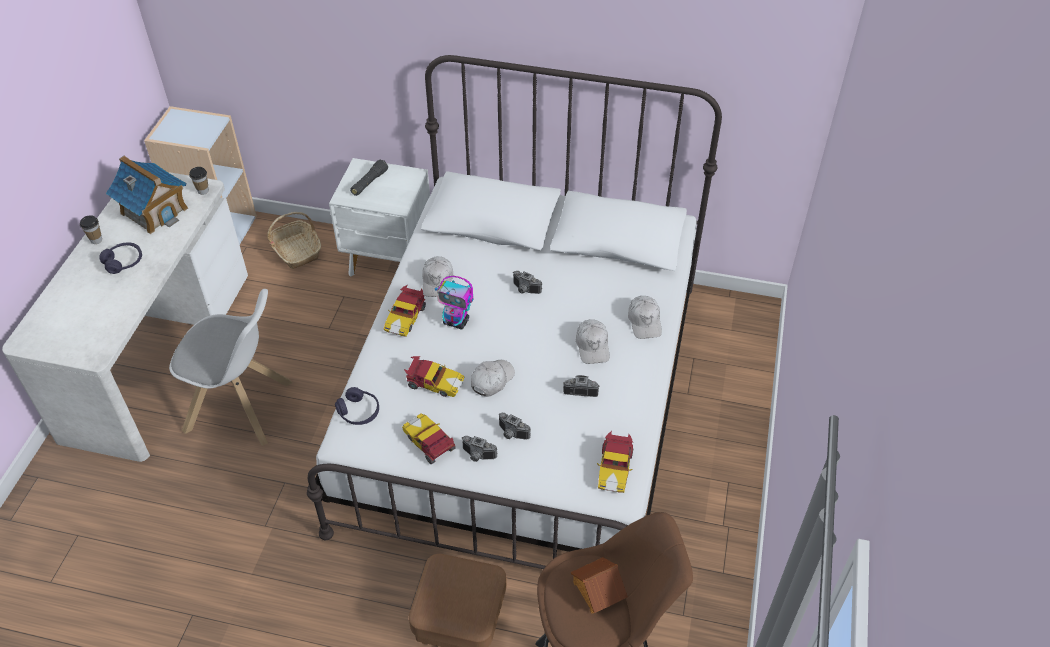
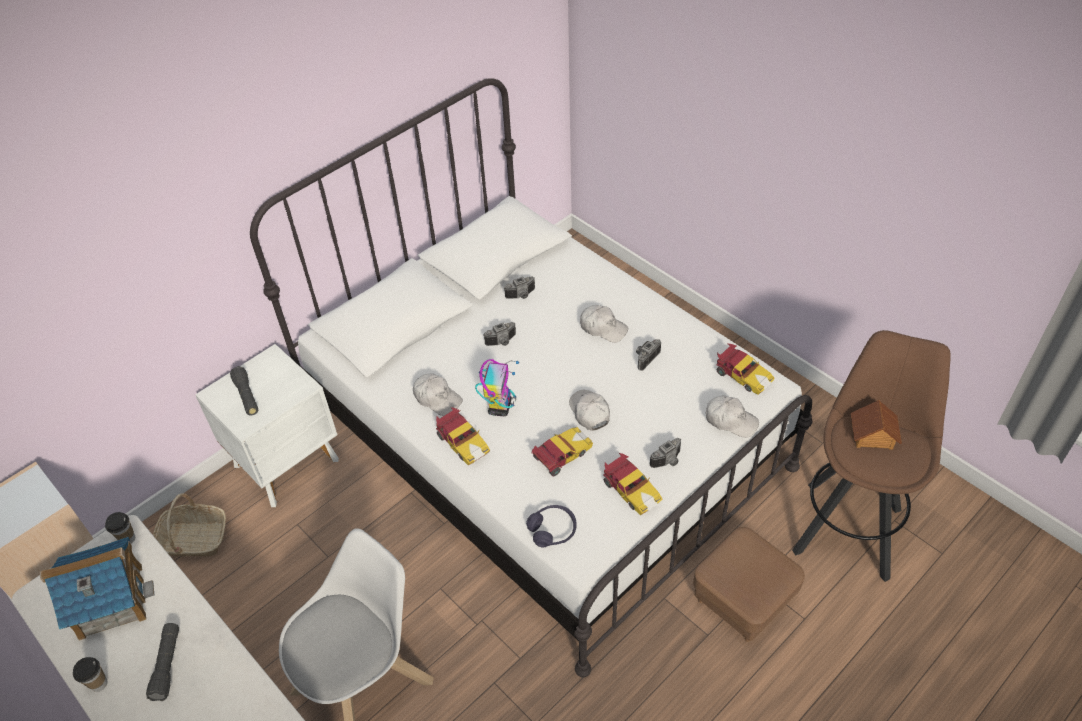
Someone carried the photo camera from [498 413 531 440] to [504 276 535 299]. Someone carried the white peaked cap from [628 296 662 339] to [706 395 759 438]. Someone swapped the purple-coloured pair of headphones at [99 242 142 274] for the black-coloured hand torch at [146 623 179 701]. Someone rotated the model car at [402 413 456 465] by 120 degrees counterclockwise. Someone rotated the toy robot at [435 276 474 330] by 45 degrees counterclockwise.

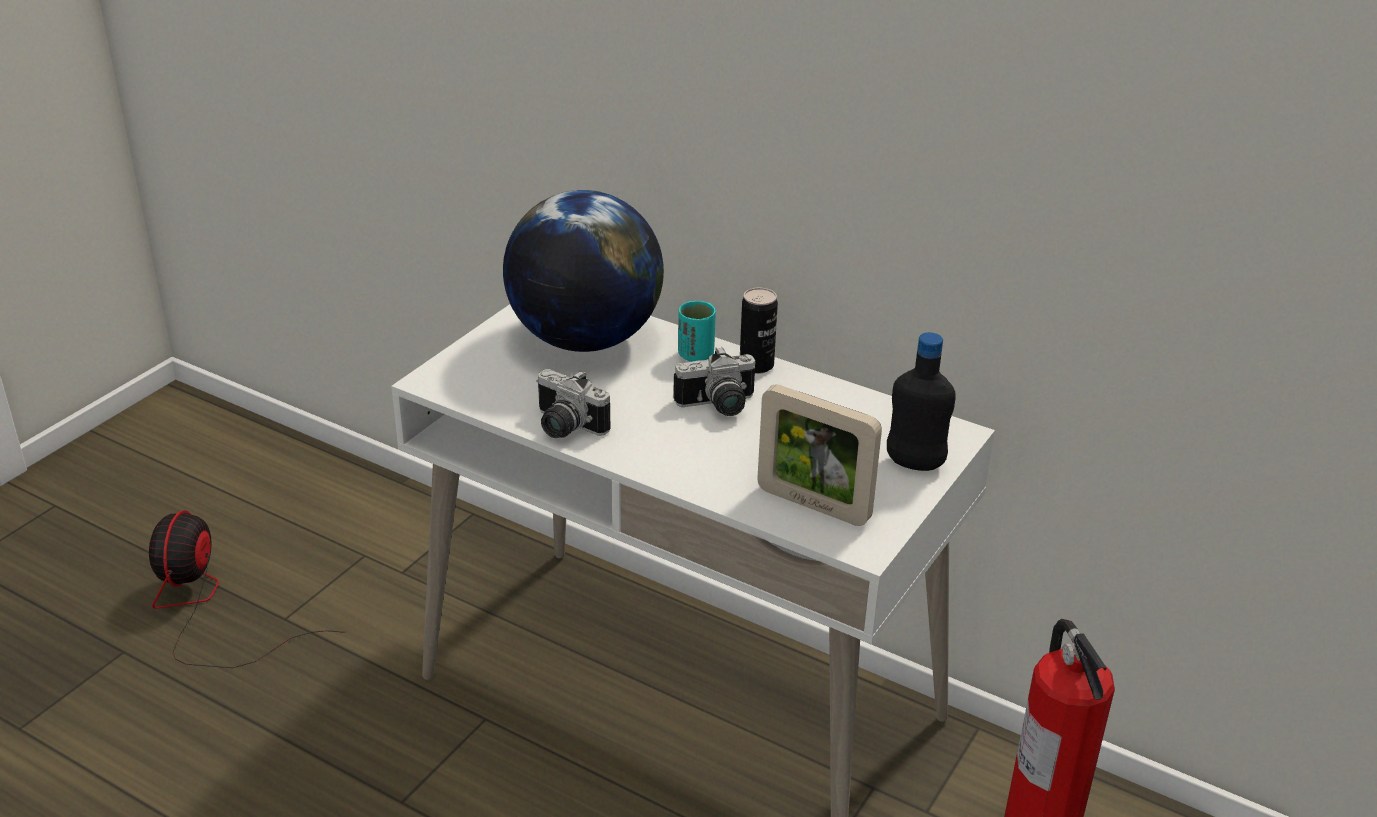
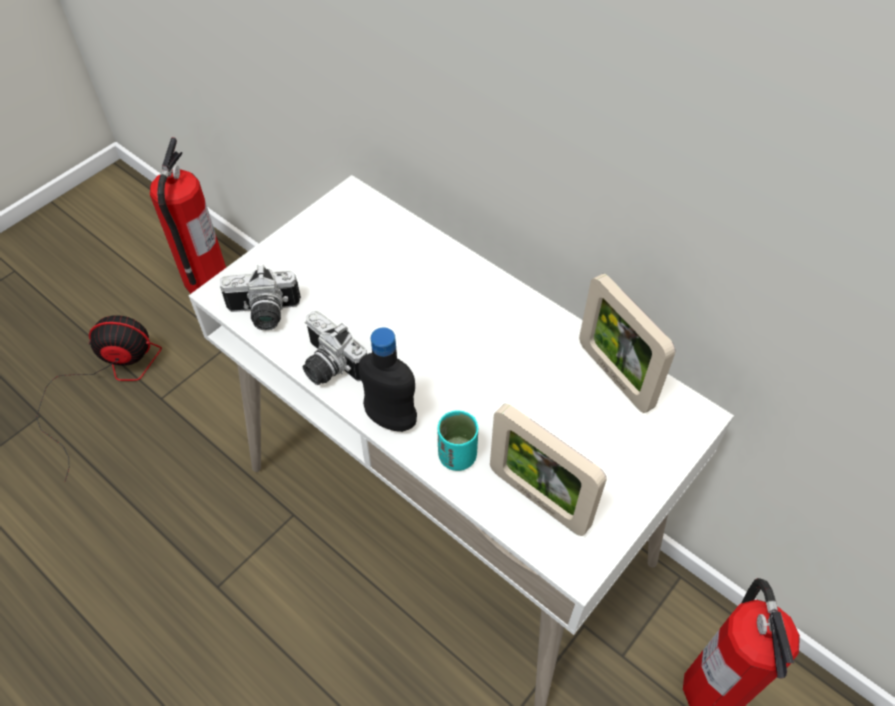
Someone took away the globe at [503 190 664 352]. Someone took away the can at [740 288 778 374]. Someone put down the fire extinguisher at [150 137 226 294]. Someone put down the photo frame at [579 274 675 413]. Someone carried the photo camera from [673 347 756 416] to [220 265 301 330]. Someone carried the turquoise cup from [678 301 716 362] to [438 410 479 471]. Someone carried the black-coloured bottle from [887 332 956 471] to [359 327 417 432]. Someone rotated the fan at [149 511 346 668] by 75 degrees clockwise.

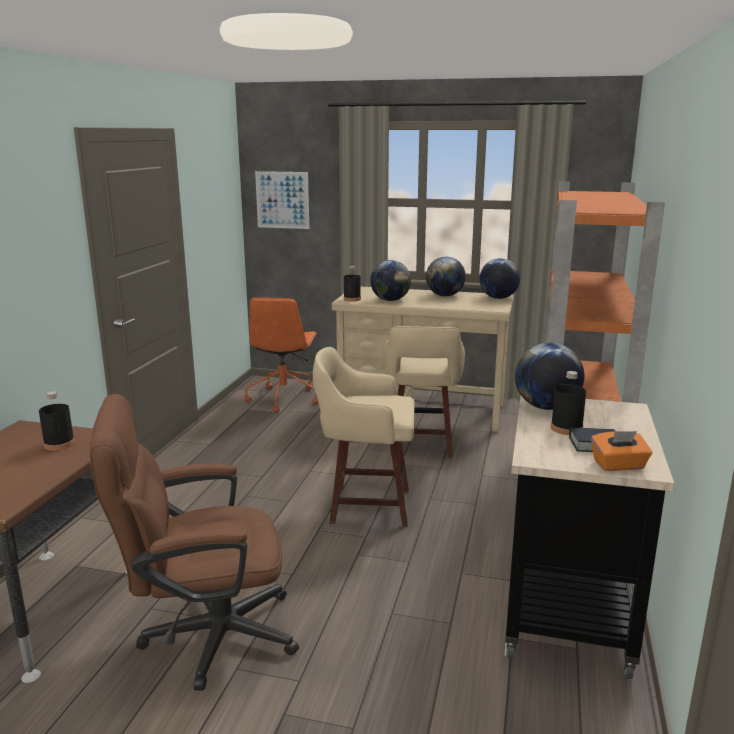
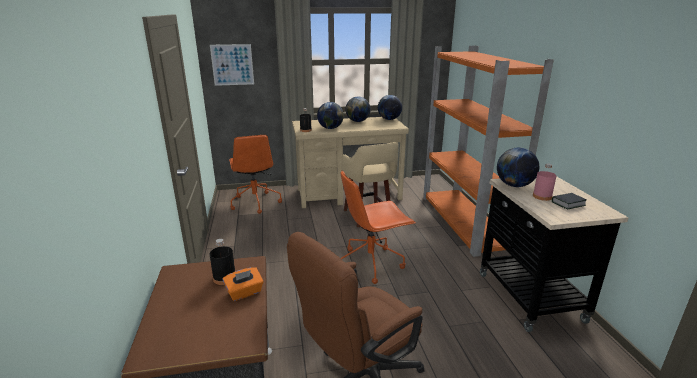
Someone carried the orangey tissue holder from [591 431 652 471] to [223 267 264 301]. Someone swapped the beige-coloured stool seat at [313 347 414 526] for the orangey office chair at [340 171 416 284]. Someone repainted the black-coloured bottle at [551 371 586 435], which became the pink-coloured bottle at [533 164 557 201].

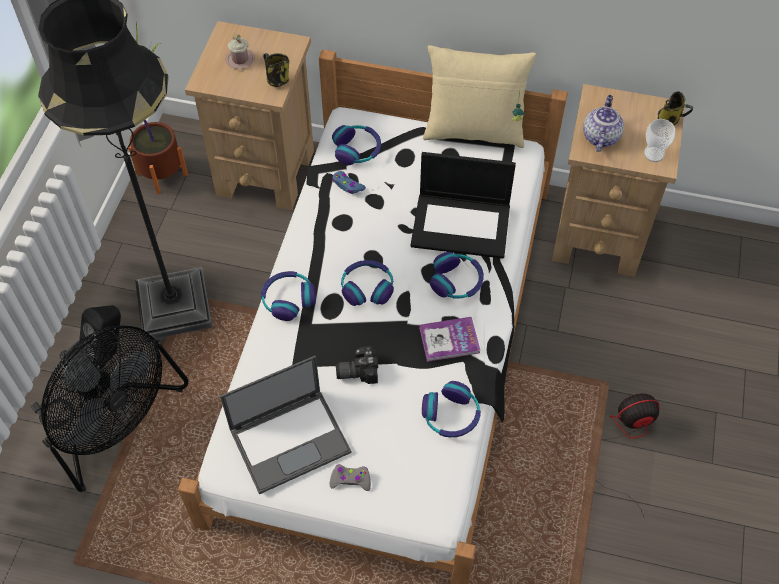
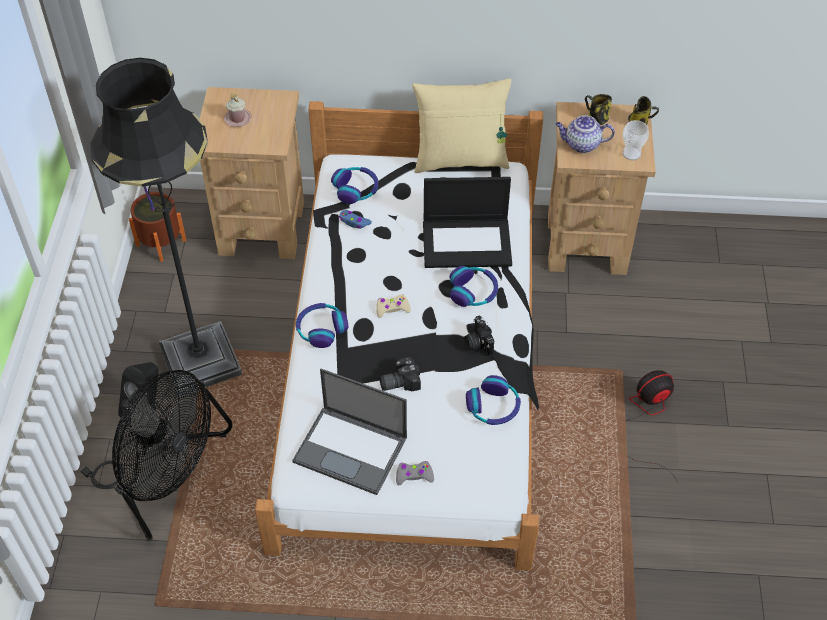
Someone carried the mug from [263 53 289 87] to [585 94 612 125]. Someone swapped the pair of headphones at [341 260 394 306] for the beige-coloured gamepad at [376 294 411 318]. Someone swapped the bound book at [419 317 480 362] for the photo camera at [464 315 494 356]. Someone rotated the laptop at [220 356 352 494] by 60 degrees clockwise. Someone rotated the pot for tea at [583 95 624 152] by 90 degrees counterclockwise.

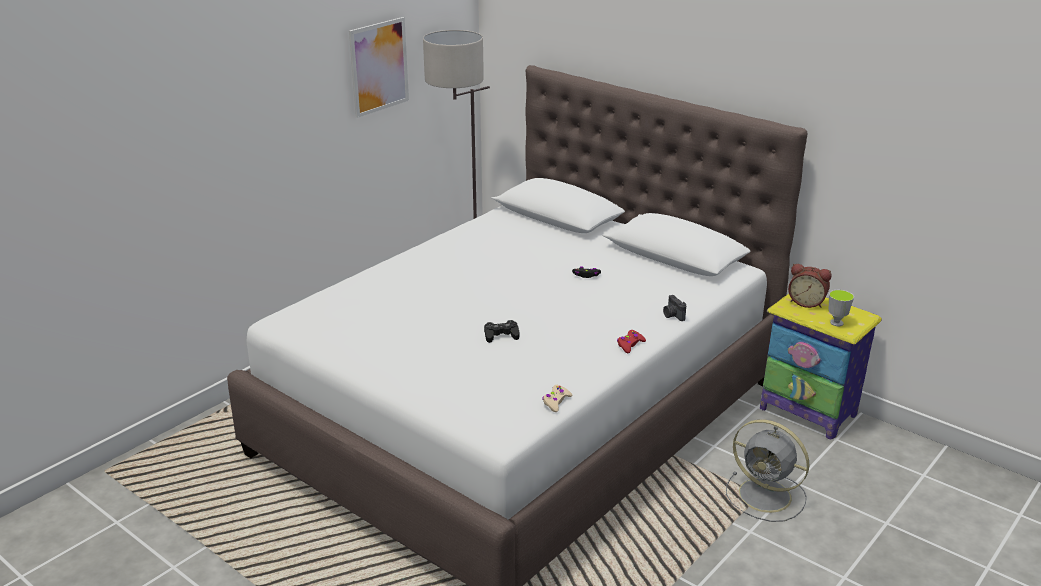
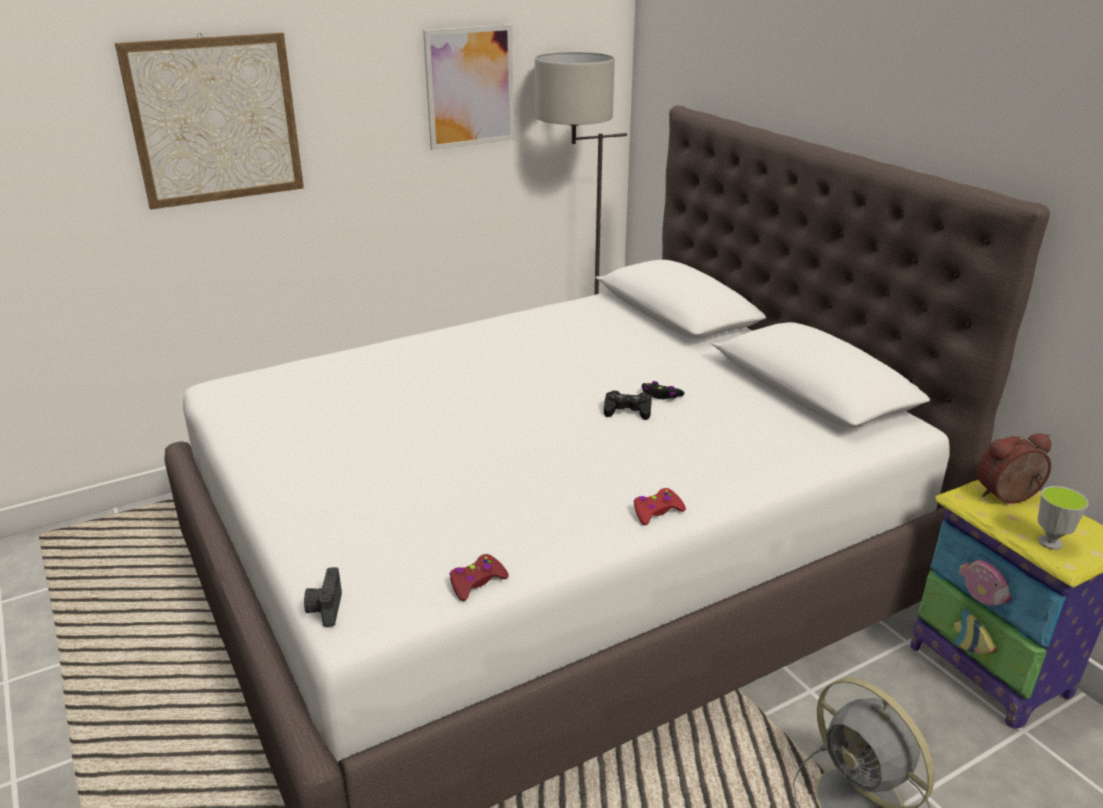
Someone put up the picture at [115 32 304 209]. Someone carried the black-coloured gamepad from [484 320 519 343] to [604 391 652 420]. Someone carried the photo camera from [663 295 686 321] to [304 567 342 627]. Someone repainted the beige-coloured gamepad at [542 385 572 412], which became the red-coloured gamepad at [449 554 509 601]. Someone rotated the alarm clock at [788 264 832 308] by 120 degrees clockwise.

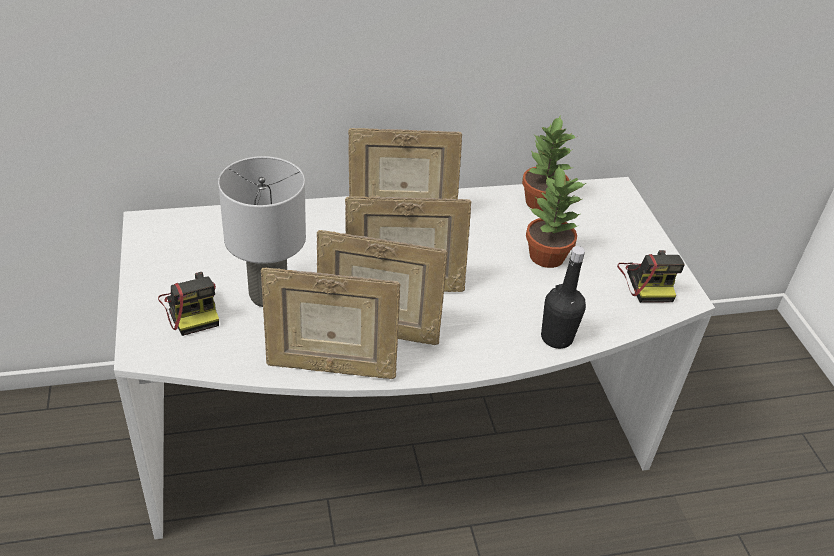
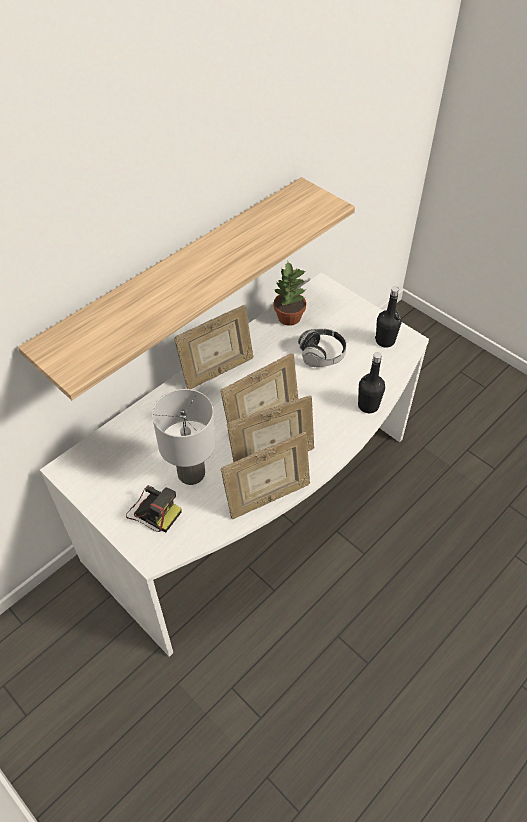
Someone put up the shelf at [18 177 355 400]. Someone swapped the houseplant at [526 166 586 268] for the pair of headphones at [298 328 347 367]. Someone swapped the photo camera at [617 250 685 303] for the black-coloured bottle at [375 287 402 347].

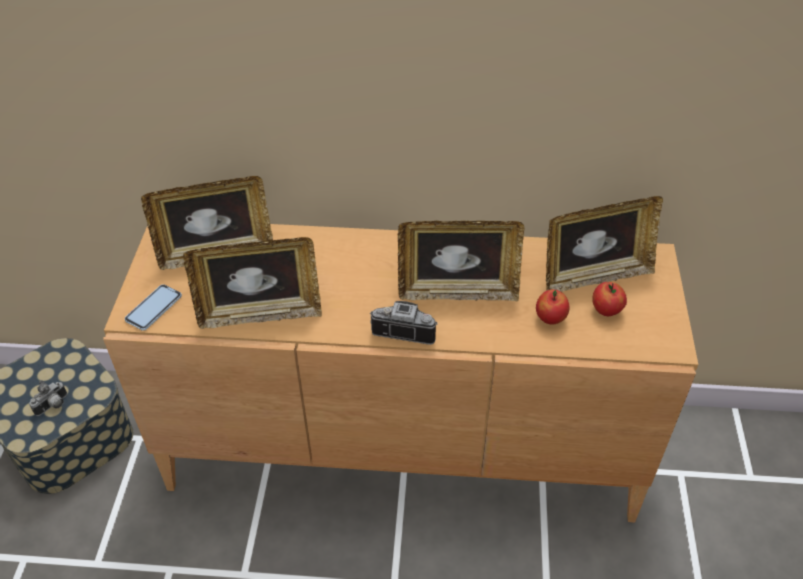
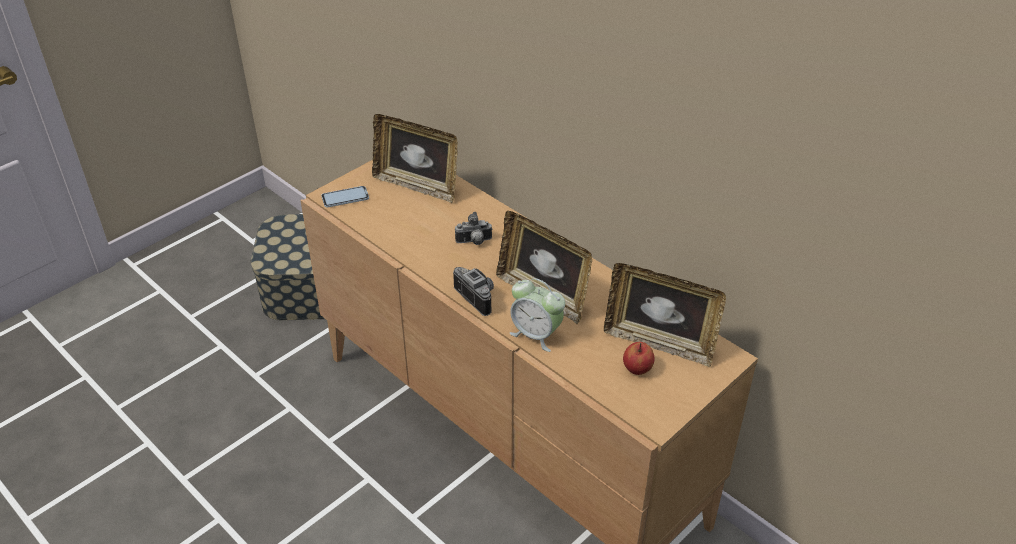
Someone took away the photo frame at [183 237 322 329]. Someone took away the apple at [536 289 569 325]. Someone put down the alarm clock at [510 278 565 352]. Someone carried the photo camera from [29 380 67 416] to [455 212 492 245].

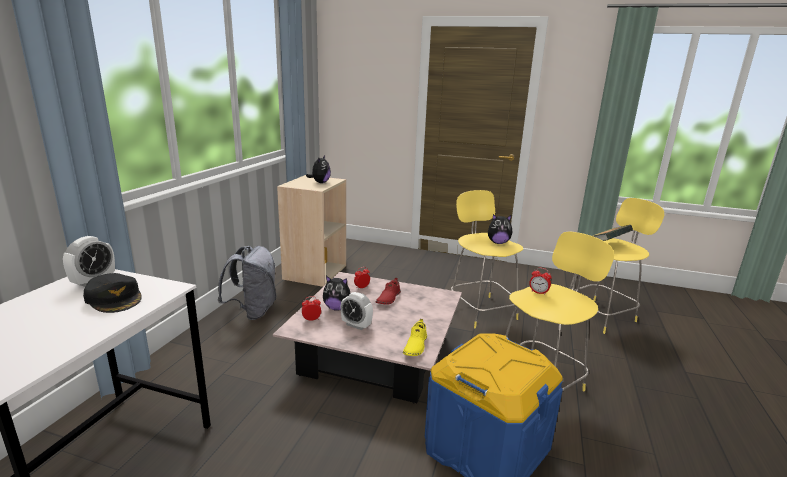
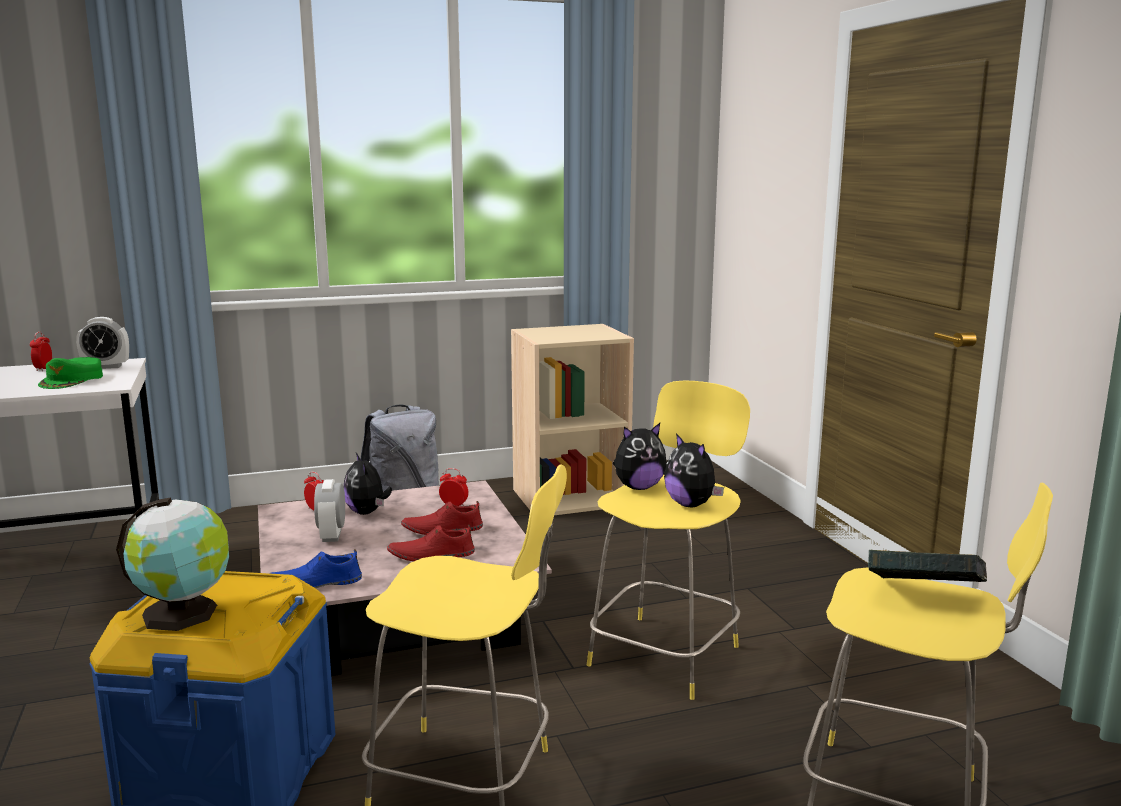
Someone put down the globe at [116 498 229 631]. Someone put down the red-coloured shoe at [387 524 475 561]. Someone carried the cuddly toy from [306 155 331 183] to [613 423 667 490]. Someone carried the alarm clock from [529 268 552 295] to [30 332 52 371]. Someone repainted the black-coloured peaked cap at [83 273 142 313], which became the green-coloured peaked cap at [38 357 103 389]. Someone repainted the yellow shoe at [403 319 427 356], which became the blue shoe at [269 549 362 588].

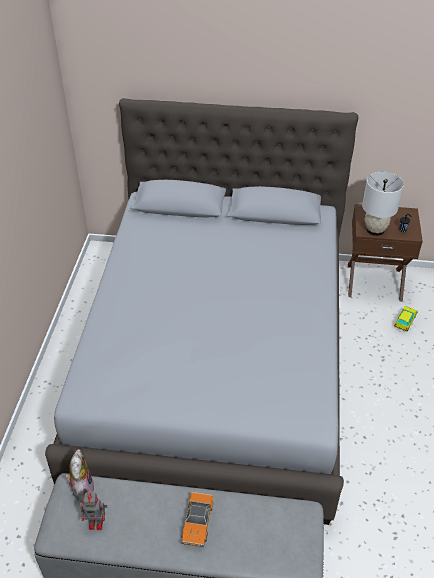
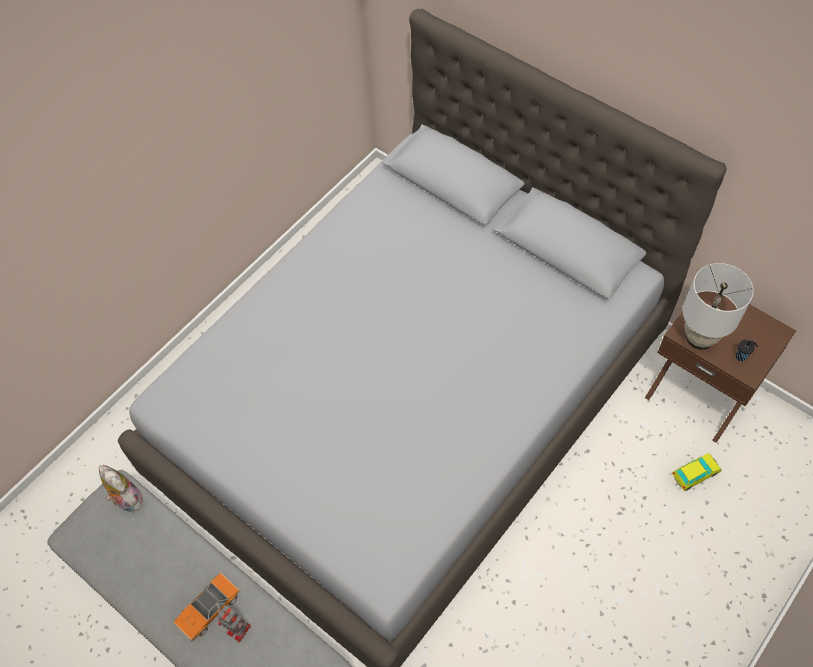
Someone carried the toy robot from [80 493 107 530] to [217 605 251 642]. Someone rotated the cuddly toy at [65 449 95 502] by 75 degrees counterclockwise.

